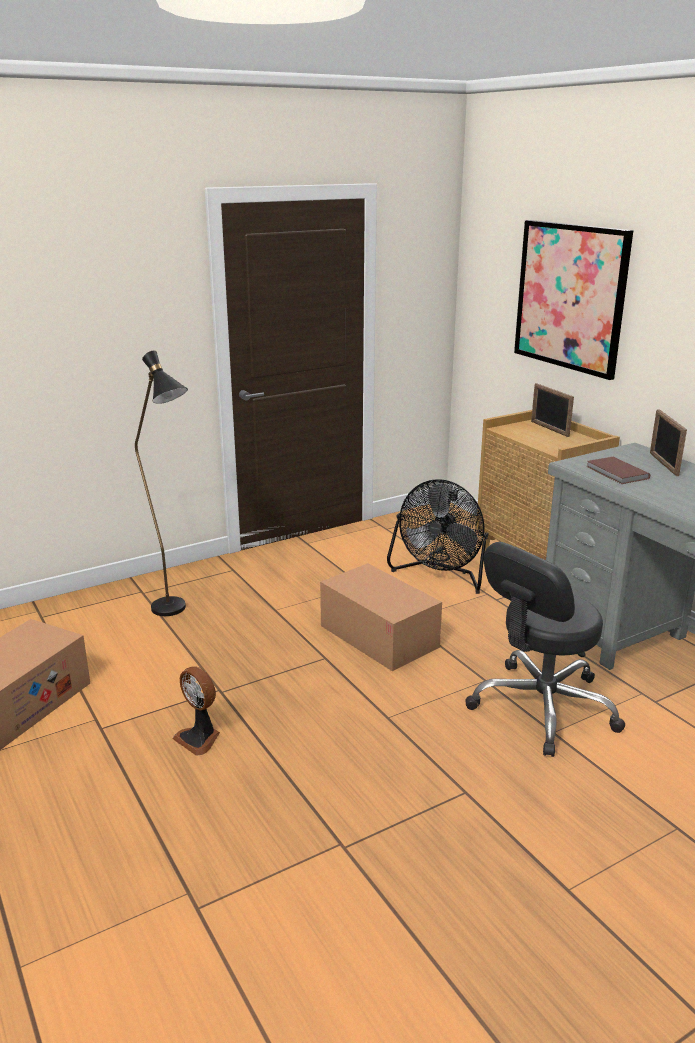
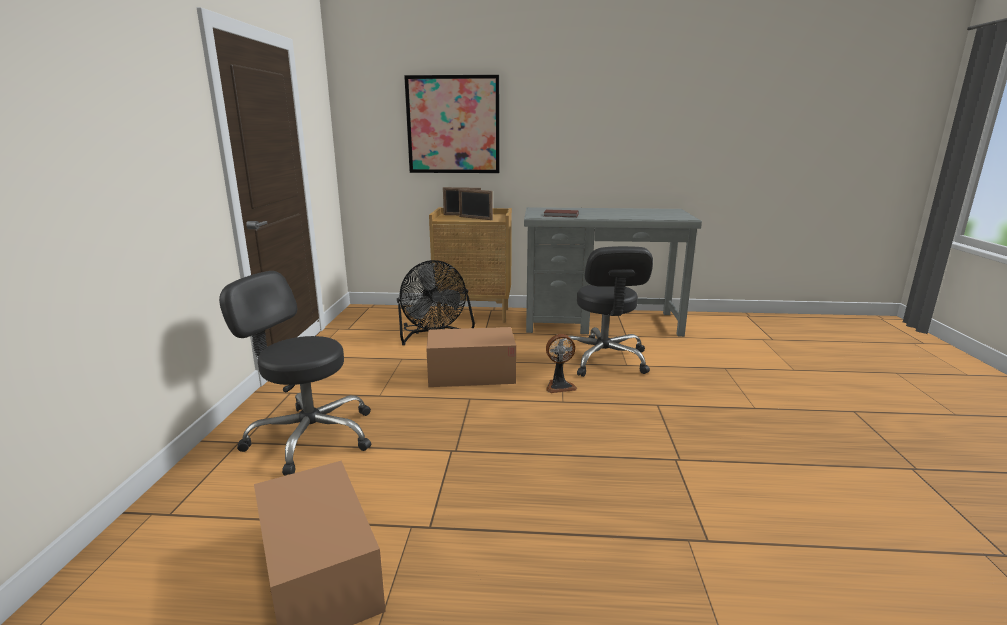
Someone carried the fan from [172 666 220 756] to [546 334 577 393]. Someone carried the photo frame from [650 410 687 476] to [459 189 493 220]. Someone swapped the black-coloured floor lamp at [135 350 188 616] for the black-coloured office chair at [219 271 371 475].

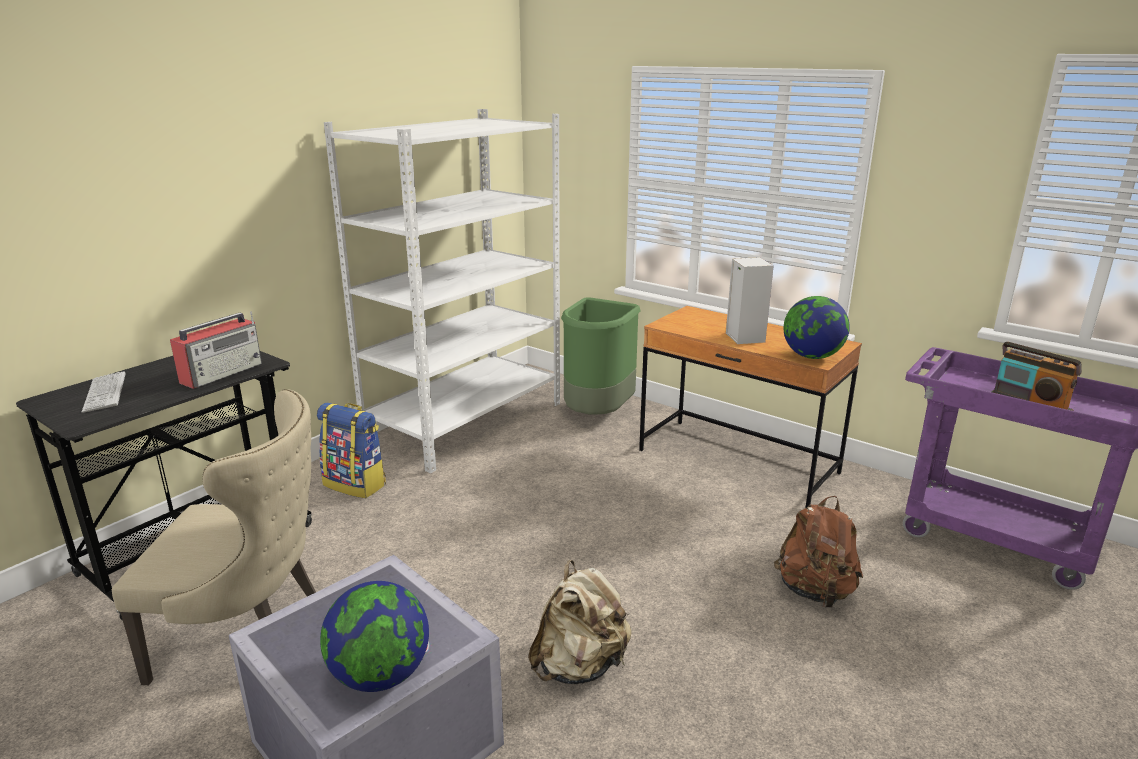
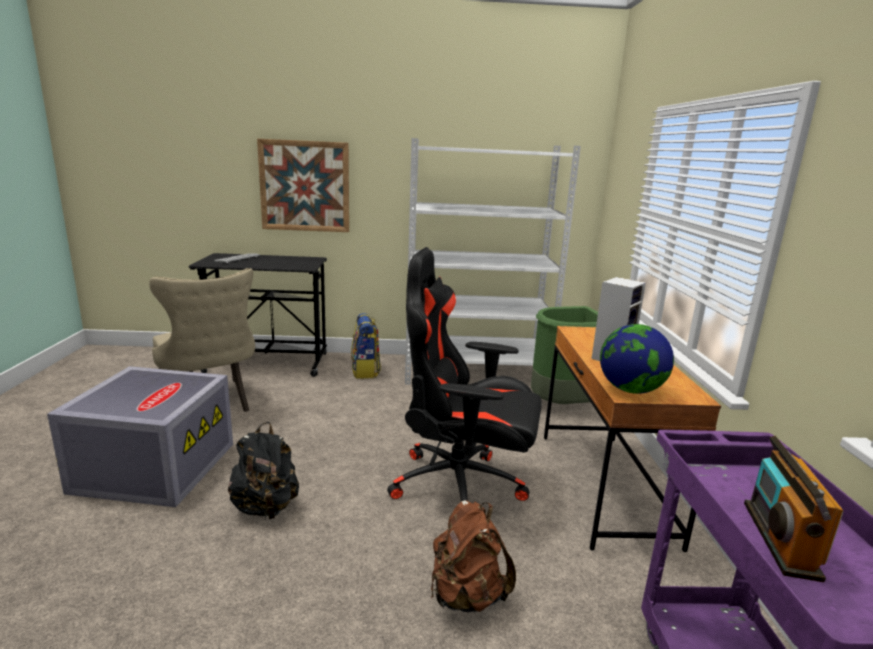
Someone took away the radio at [170 311 262 389]. Someone took away the globe at [320 581 429 692]. Someone put up the picture at [257 139 349 232]. Someone put down the black-coloured office chair at [387 247 542 501]. Someone repainted the beige-coloured backpack at [528 560 632 684], which became the black-coloured backpack at [228 422 299 519].

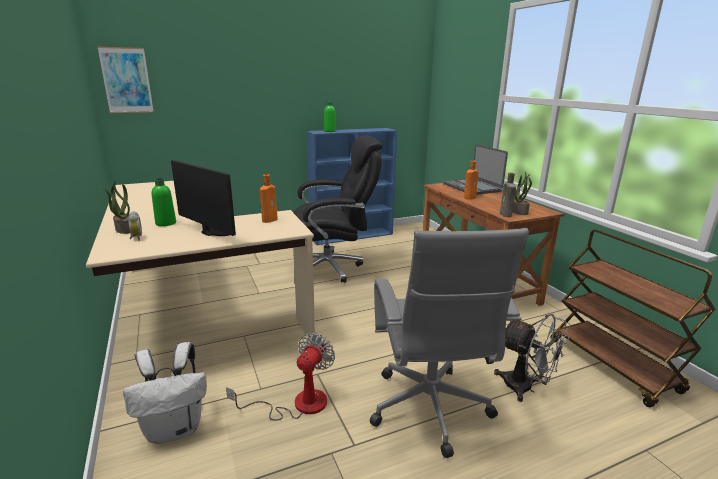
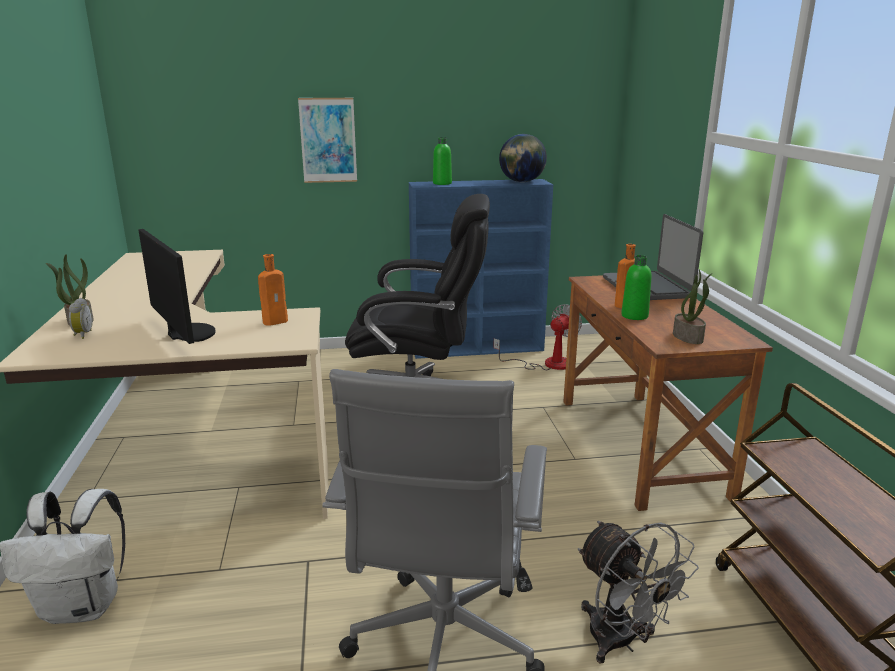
Someone took away the brown-coloured bottle at [500 173 516 217]. Someone put down the globe at [499 134 547 182]. Someone carried the picture from [98 47 154 113] to [298 98 357 183]. Someone carried the green-coloured bottle from [152 178 176 226] to [621 255 652 320]. Someone carried the fan from [226 333 335 421] to [493 304 582 370].

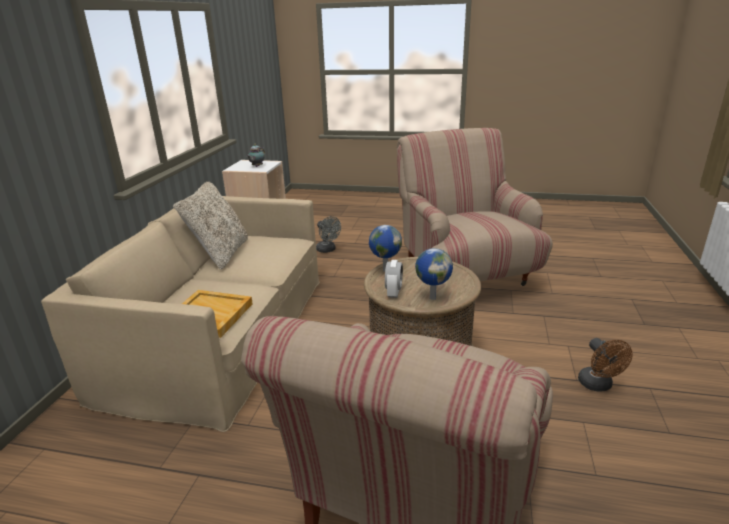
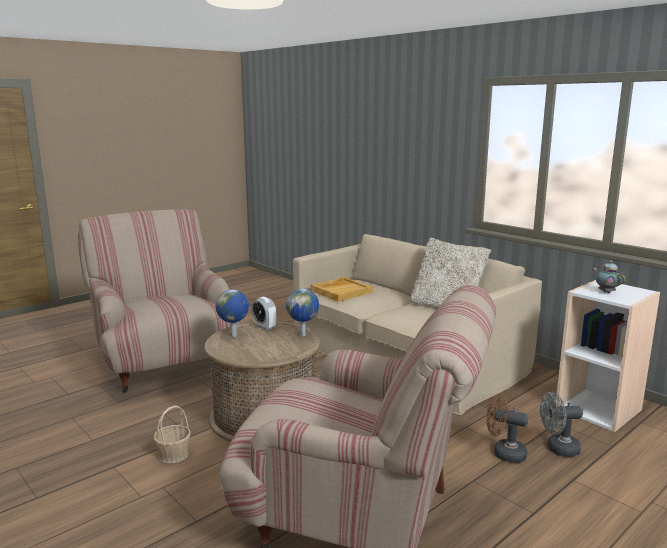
Someone put down the basket at [153 406 191 463]. Someone carried the brown-coloured fan from [578 338 633 392] to [486 394 529 463].

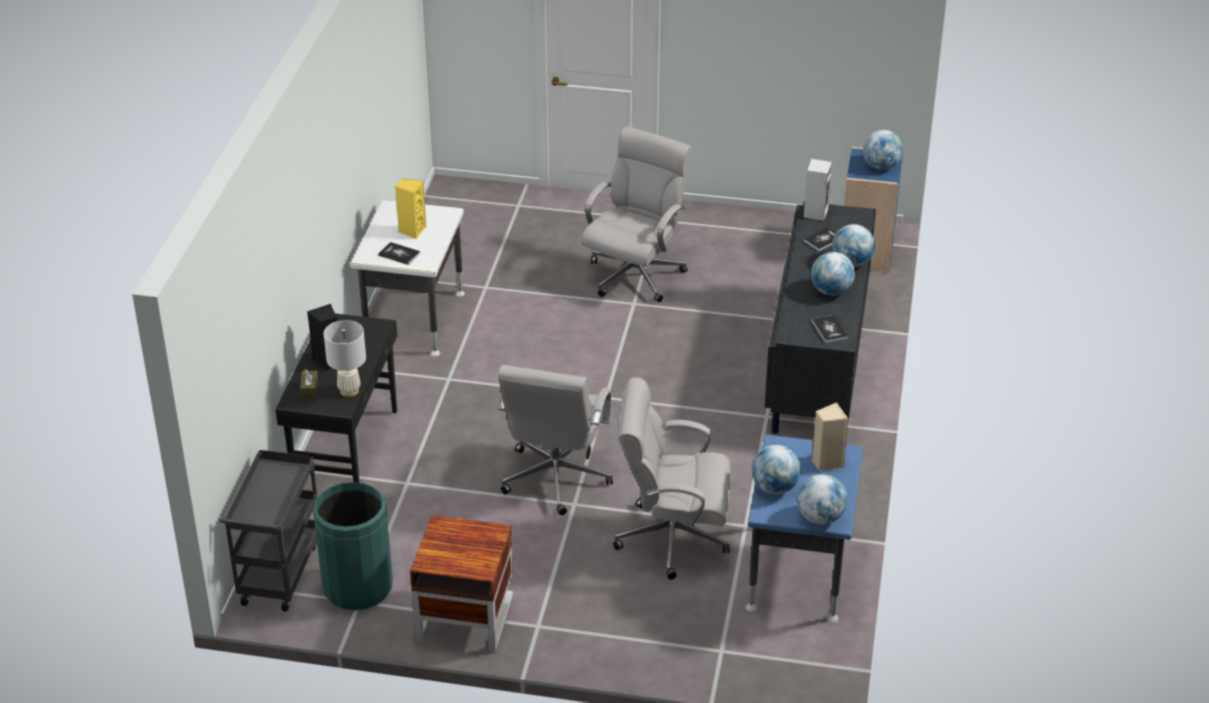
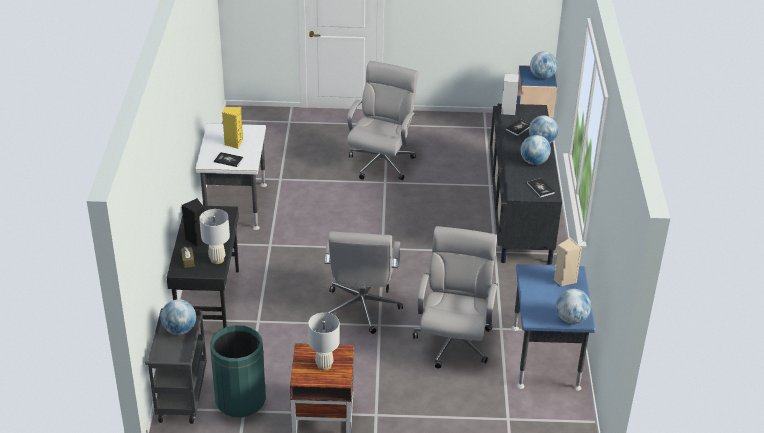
Someone put down the white tabletop lamp at [308 312 340 371]. Someone carried the globe from [752 445 801 494] to [160 299 196 335]. Someone rotated the greyish office chair at [613 377 730 580] by 105 degrees clockwise.

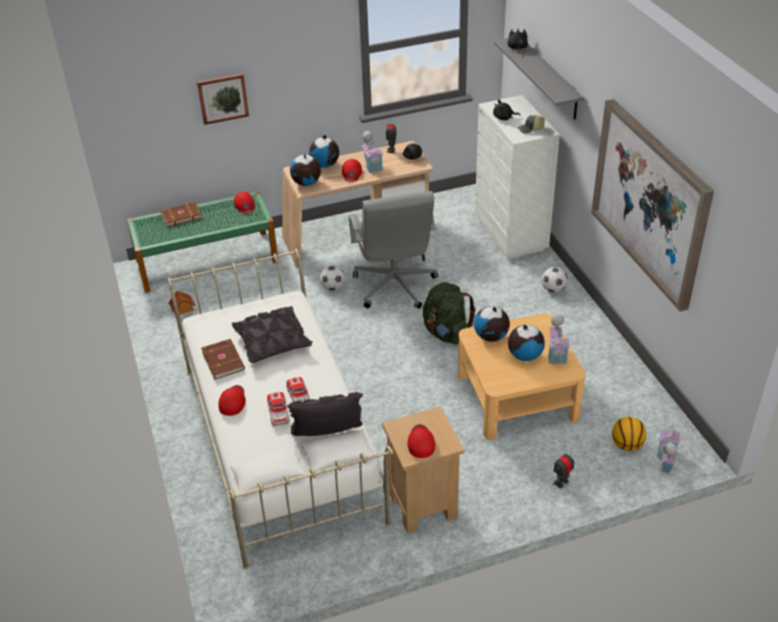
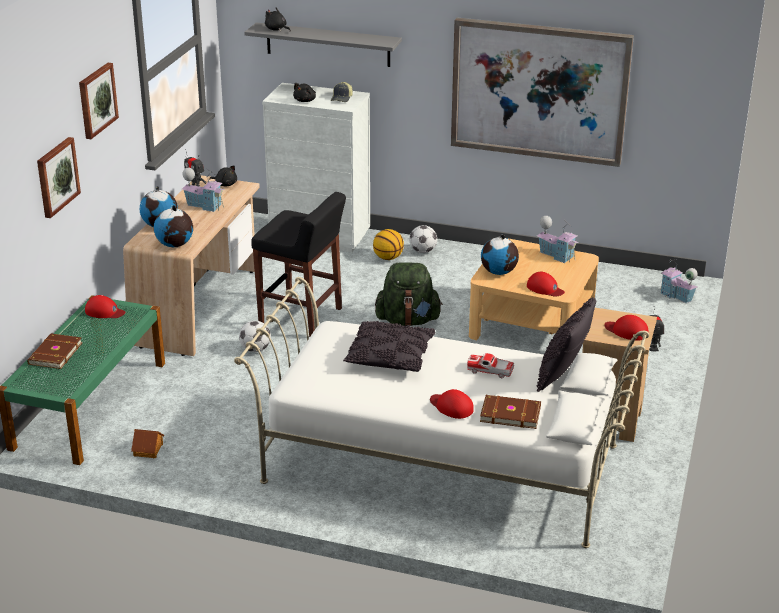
Someone took away the model car at [267 392 290 426]. Someone took away the globe at [508 325 545 361]. Someone put up the picture at [79 63 119 139]. Someone carried the brown-coloured bound book from [201 339 245 379] to [480 395 541 429]. Someone carried the red-coloured peaked cap from [342 159 362 182] to [527 272 565 296]. Someone carried the basketball ball from [612 417 646 451] to [373 229 404 260]. Someone swapped the greyish office chair at [348 191 438 309] for the black-coloured stool seat at [251 192 346 337].

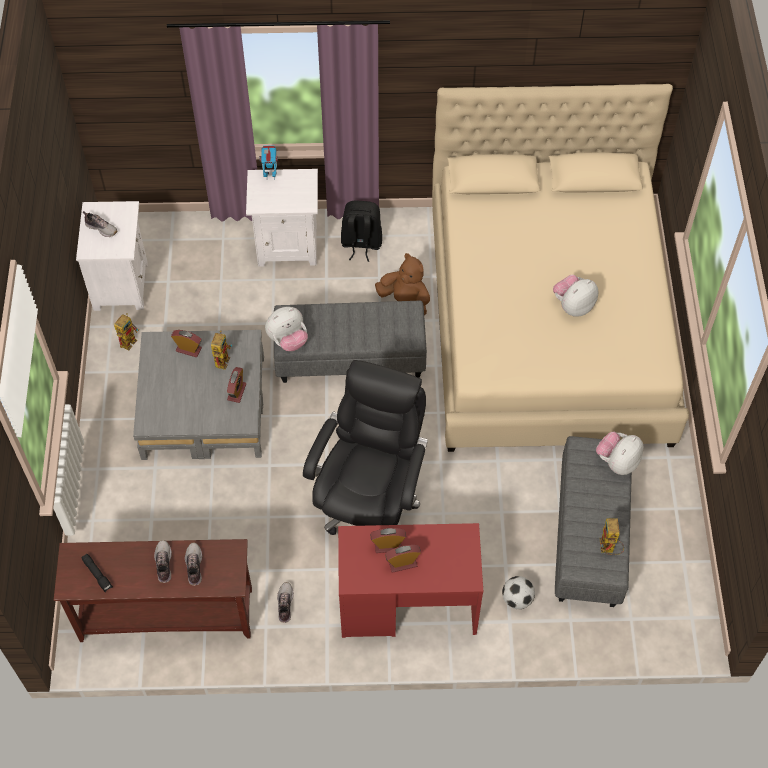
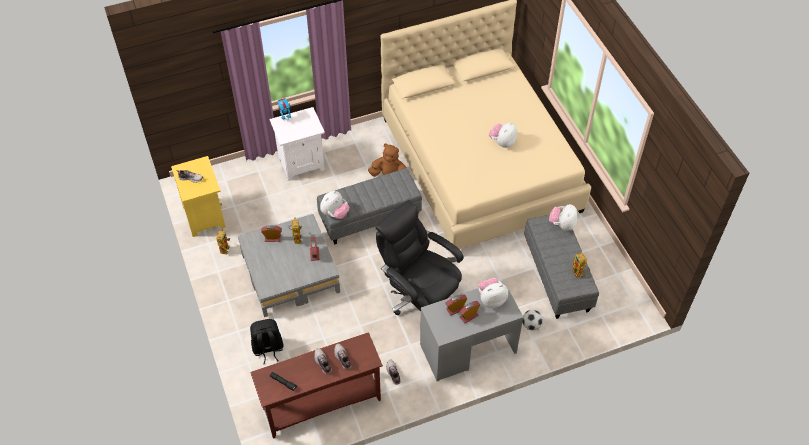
Someone put down the cuddly toy at [478 278 508 308]. Someone carried the black-coloured backpack from [341 200 382 262] to [250 319 284 364]. Someone repainted the white nightstand at [76 201 148 311], which became the yellow nightstand at [171 156 226 237]. Someone repainted the red-coloured desk at [338 523 483 638], which became the greyish desk at [420 280 524 381]. Someone rotated the black-coloured office chair at [303 360 428 535] by 45 degrees counterclockwise.

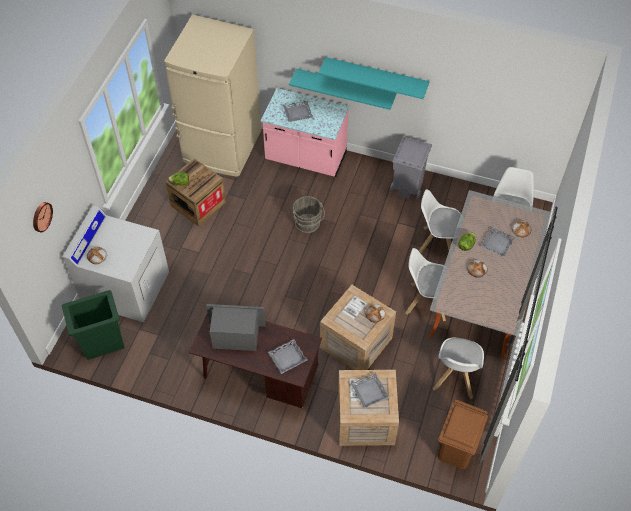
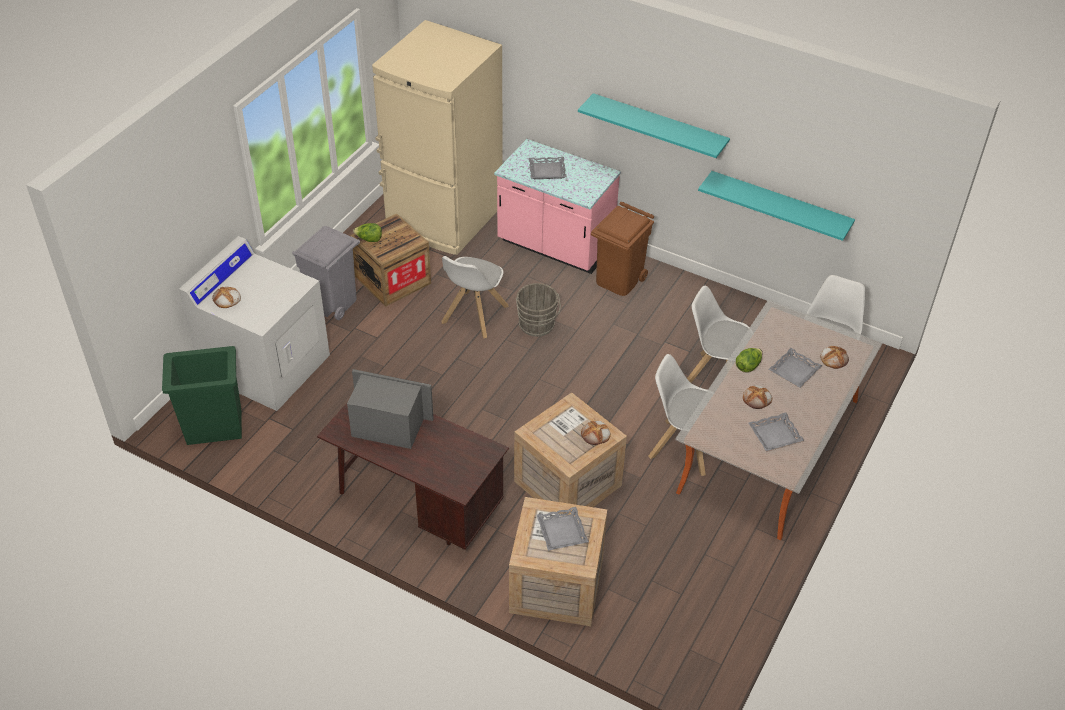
Someone took away the hanging clock at [33 202 53 232]. Someone carried the greyish tray from [268 339 308 374] to [749 413 804 451]. Someone carried the turquoise shelf from [289 68 397 110] to [698 171 855 241]. Someone carried the greyish waste bin from [389 137 432 199] to [292 226 360 320]. Someone carried the upright chair from [433 338 484 399] to [441 256 509 338]. Someone carried the brown-coloured waste bin from [437 399 488 469] to [591 202 654 296].

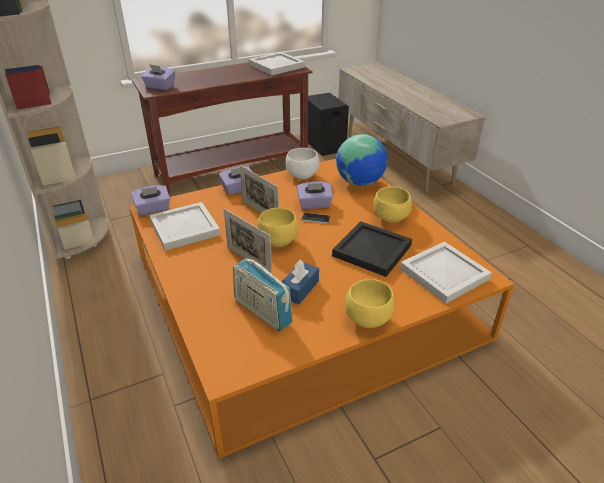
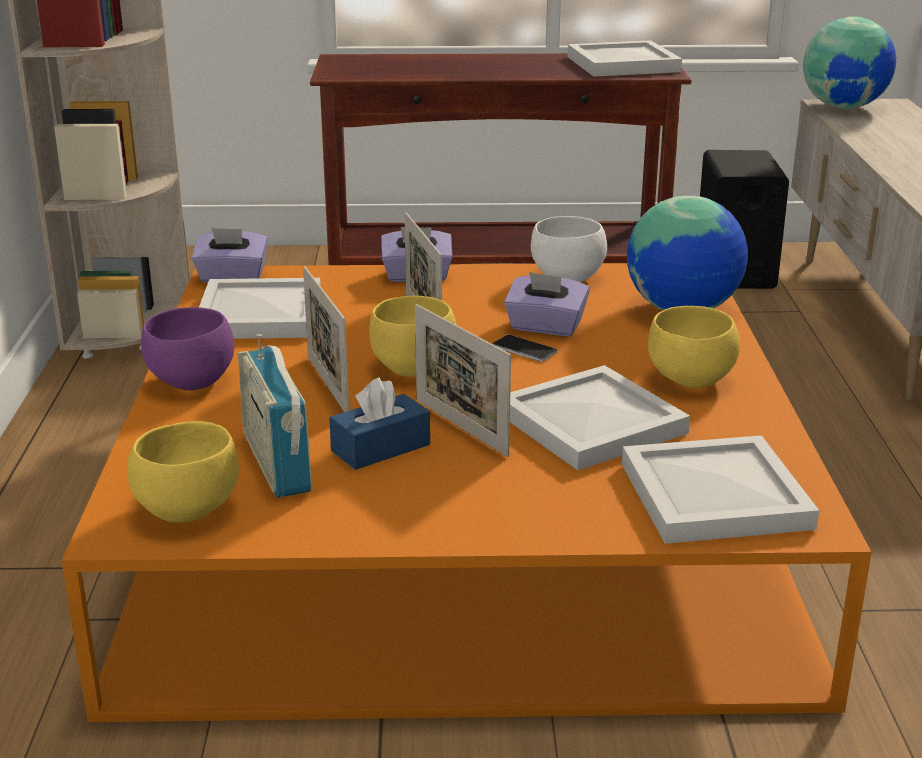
Someone took away the purple-coloured tissue holder at [141 64 175 90]. Someone put down the purple-coloured deep dish at [141 307 234 390]. Someone put down the photo frame at [415 304 511 457]. Someone put down the globe at [803 17 896 109]. Someone carried the yellow deep dish from [345 279 395 328] to [127 421 239 523]. Someone repainted the black-coloured tray at [332 221 412 277], which became the white tray at [510 365 690 470].

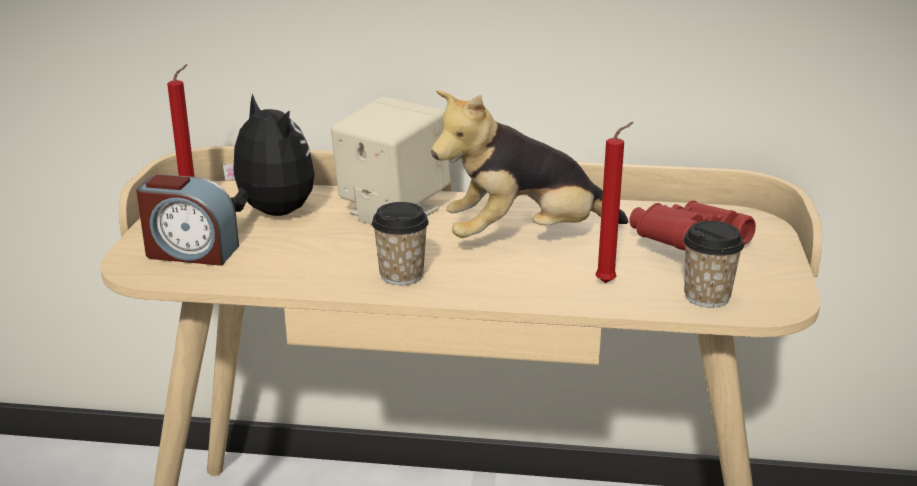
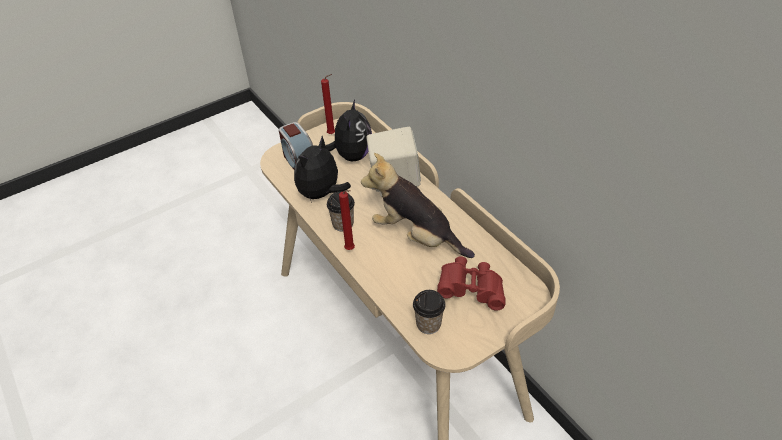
Someone put down the cuddly toy at [294 136 351 203]. Someone carried the red-coloured wax candle from [596 122 634 283] to [339 190 355 250].

